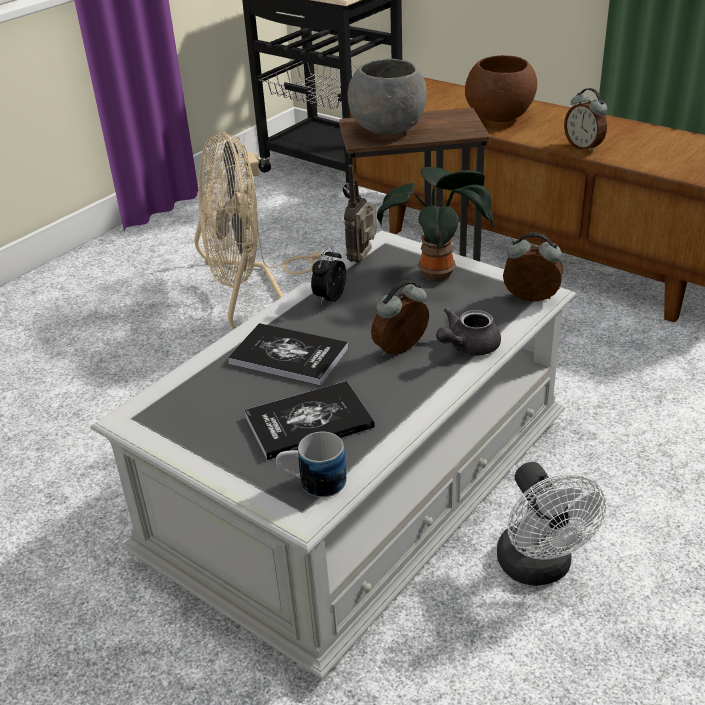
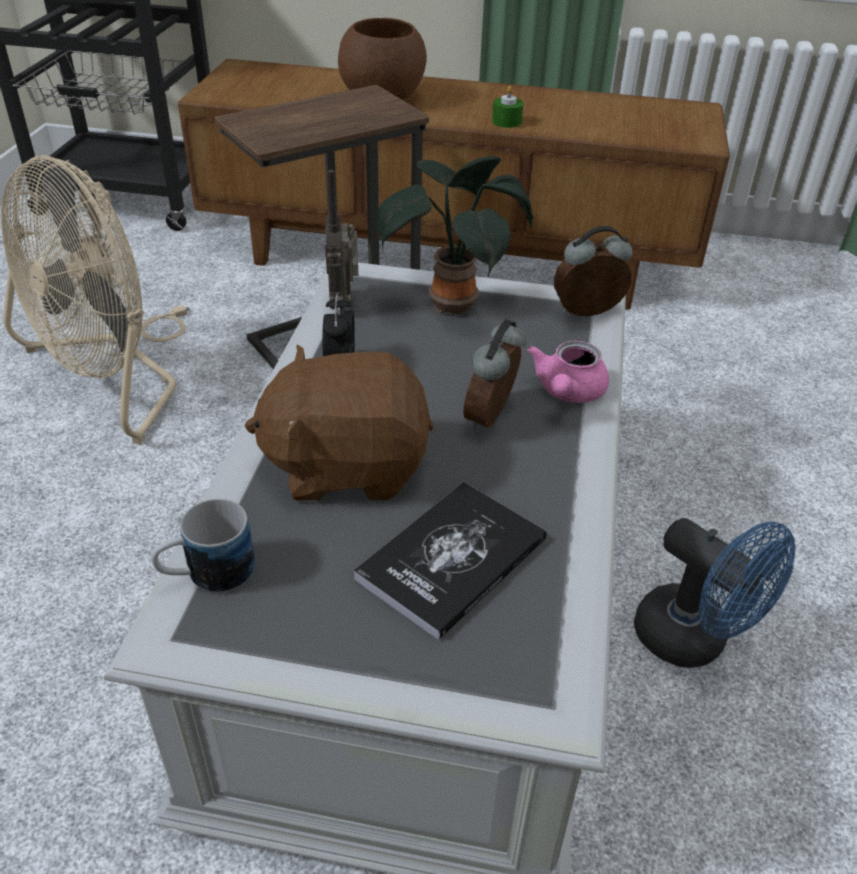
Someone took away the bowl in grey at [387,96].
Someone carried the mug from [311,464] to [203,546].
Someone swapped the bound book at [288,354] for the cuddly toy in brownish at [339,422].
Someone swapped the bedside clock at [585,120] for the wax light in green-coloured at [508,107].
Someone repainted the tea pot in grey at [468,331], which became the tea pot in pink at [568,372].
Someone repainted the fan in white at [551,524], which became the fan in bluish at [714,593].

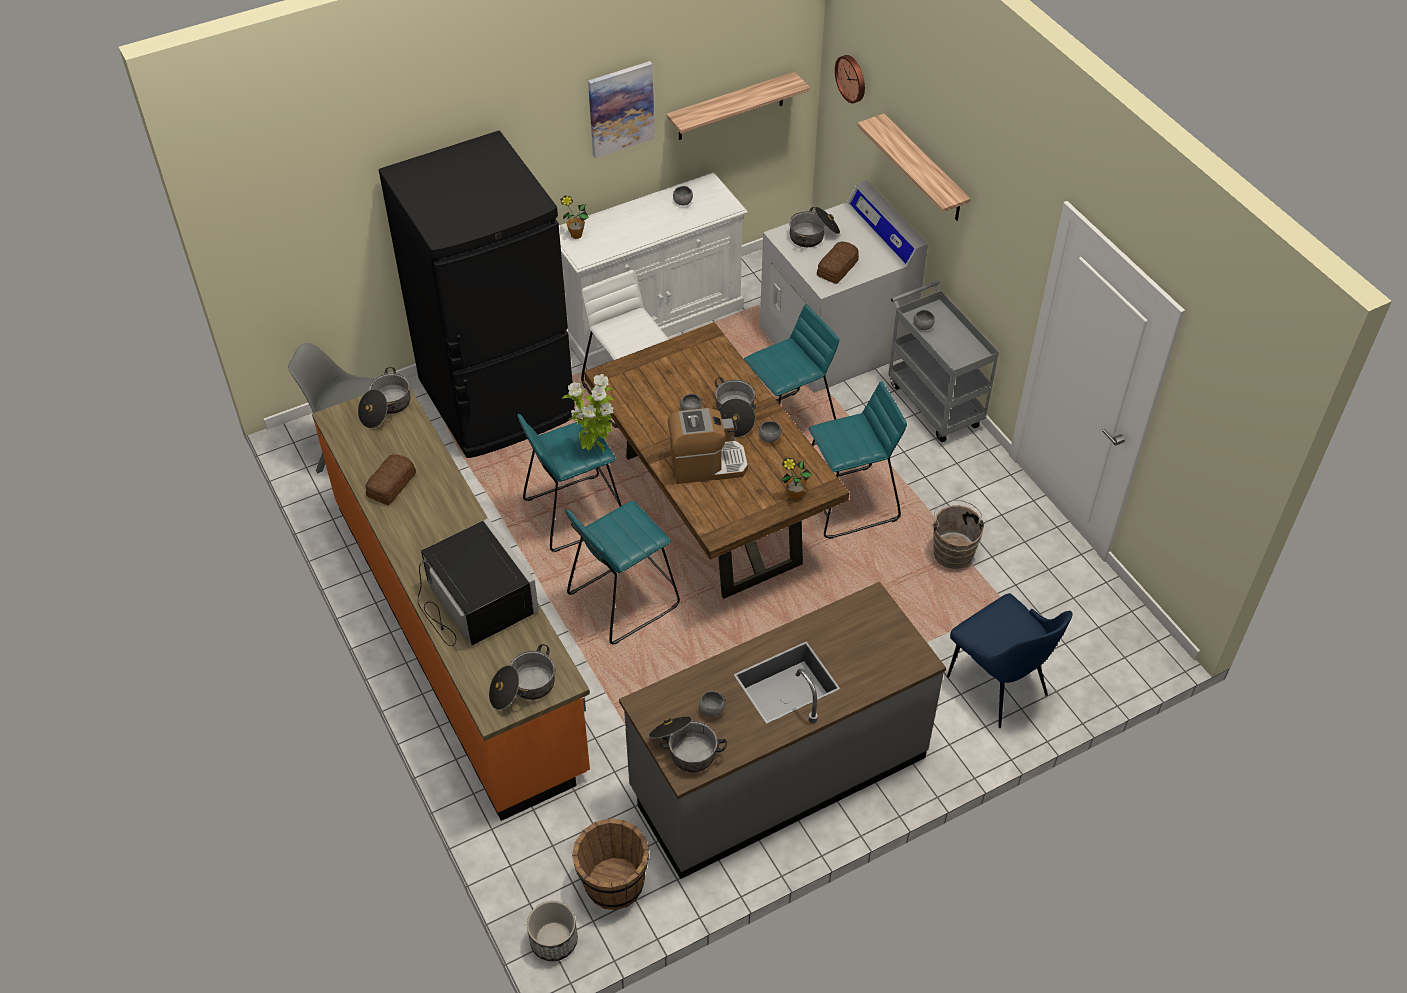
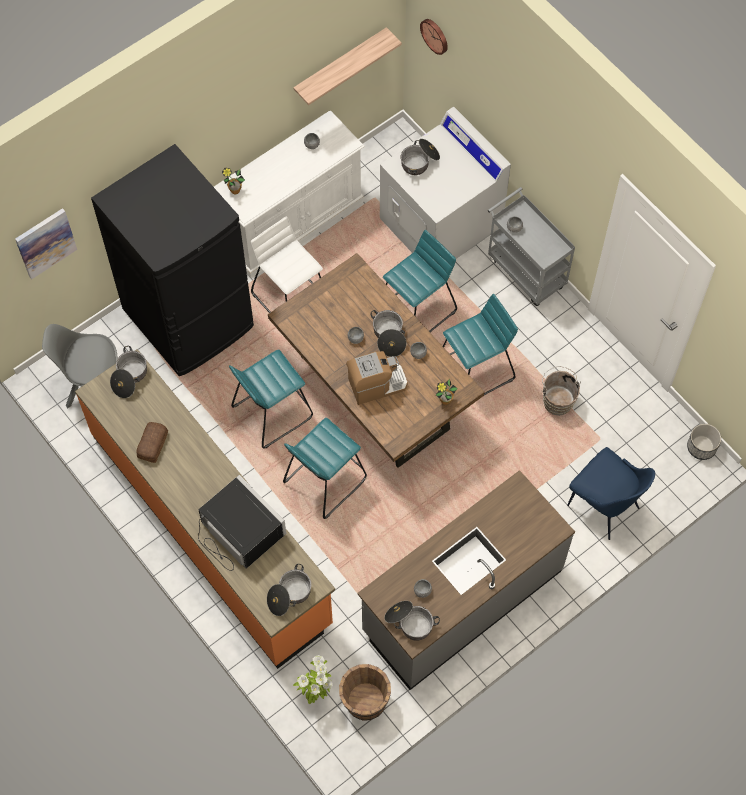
Someone took away the baked bread at [838,262].
Someone took away the bracket shelf at [914,167].
Someone carried the planter from [552,931] to [704,442].
Someone carried the potted plant from [588,413] to [313,679].
Someone carried the wall art from [621,109] to [46,243].

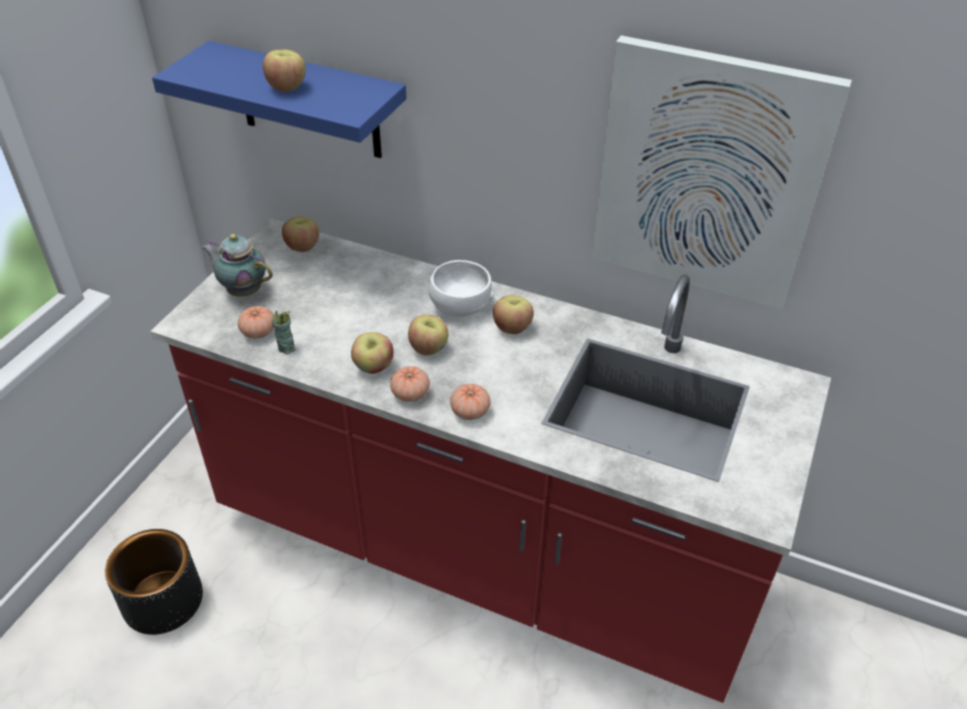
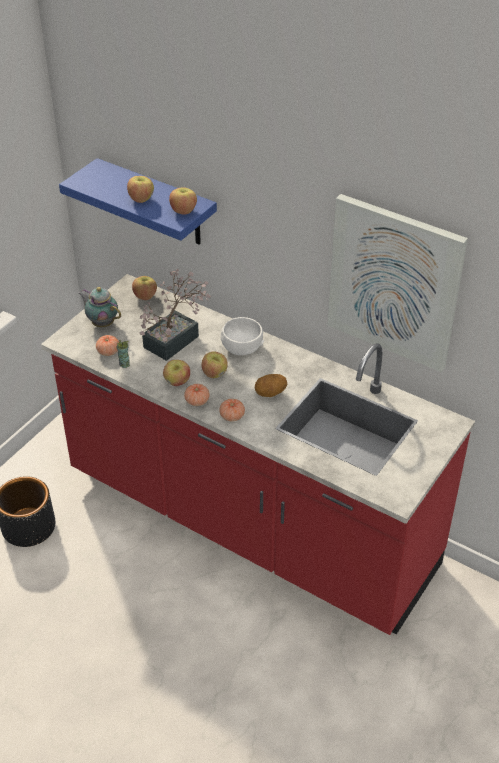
Someone put down the potted plant at [175,315].
Someone put down the whole potato at [271,385].
Someone carried the apple fruit from [513,314] to [183,201].

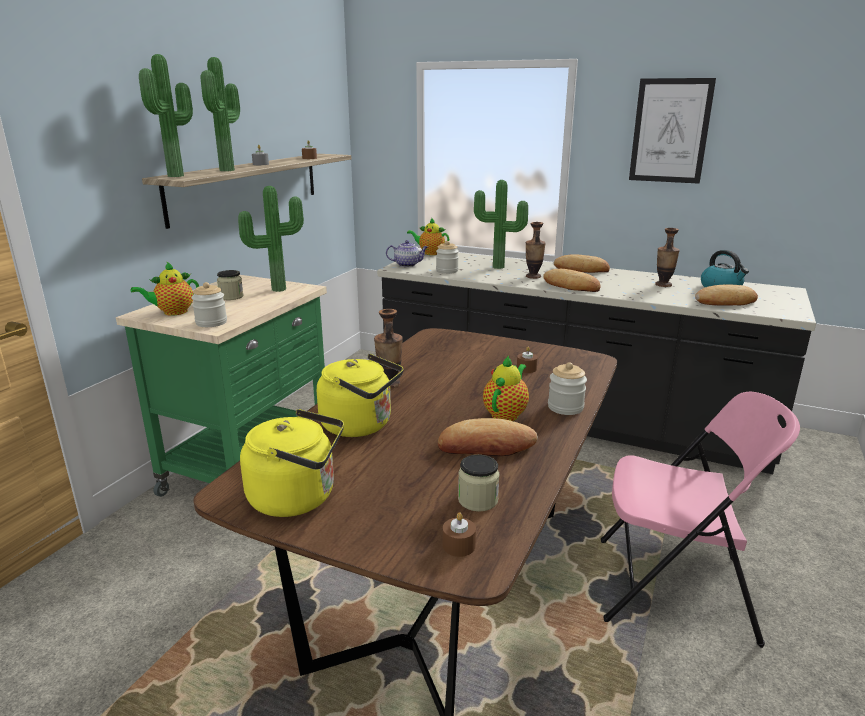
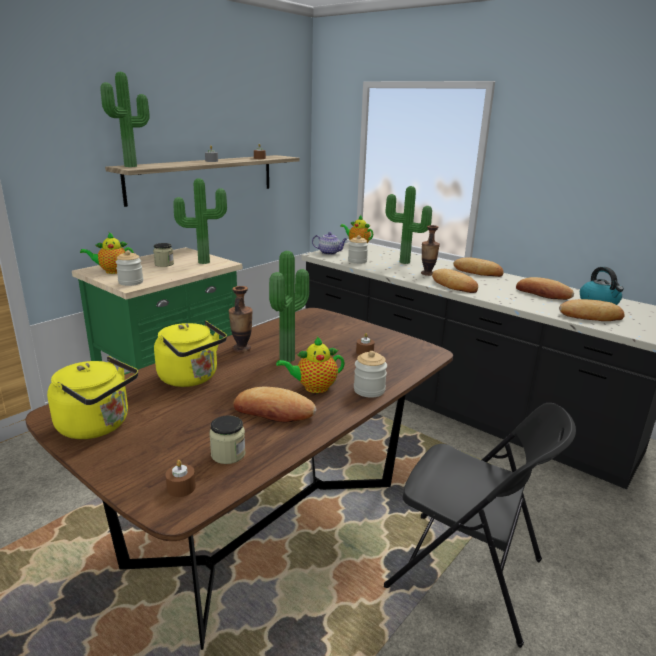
Someone took away the wall art at [672,131].
Someone carried the potted plant from [220,114] to [289,306].
Someone swapped the flower vase at [667,257] for the baked bread at [545,288].
Someone repainted the plain chair in pink at [700,520], which became the plain chair in black-coloured at [480,525].
Someone rotated the tea pot at [506,388] by 150 degrees counterclockwise.

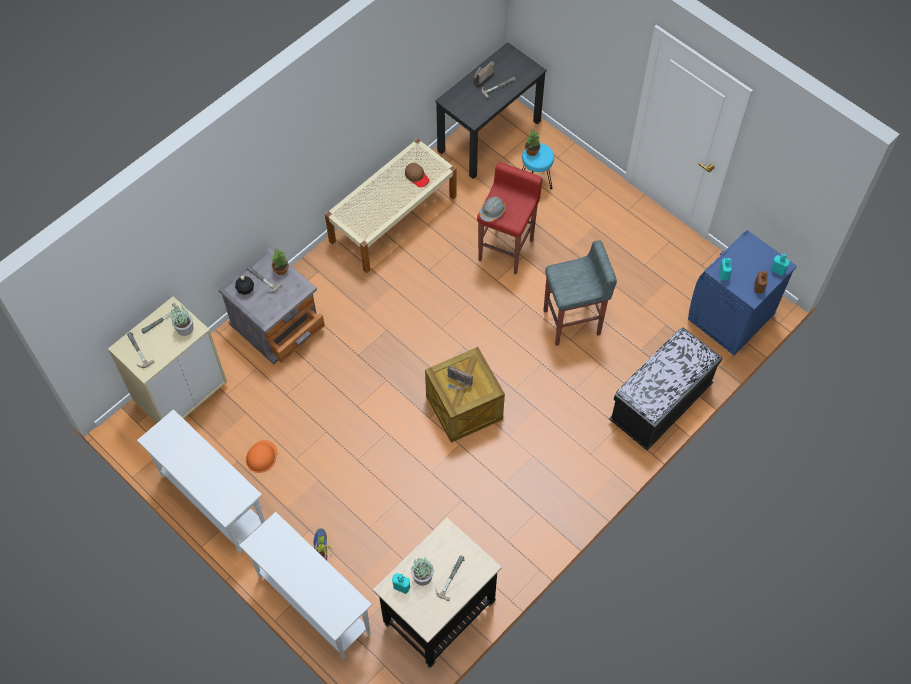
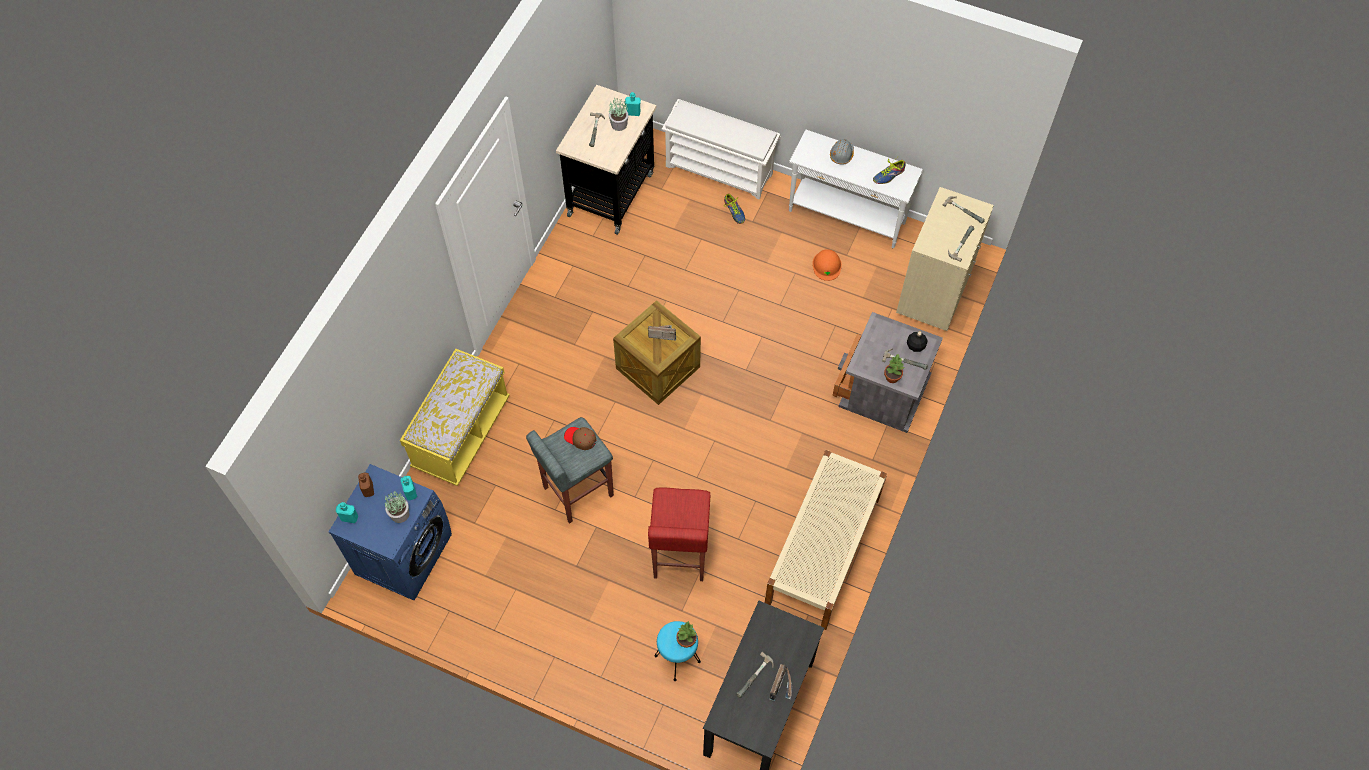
Someone put down the low shoe at [889,171].
Someone carried the potted plant from [182,320] to [397,507].
Someone carried the cap in brownish from [417,175] to [580,438].
Someone carried the safety helmet in grey from [492,209] to [842,152].
Someone swapped the console table in white at [305,586] for the shoe stand in white at [721,149].
Someone repainted the indoor bench in black-coloured at [665,388], which became the indoor bench in yellowish at [455,417].

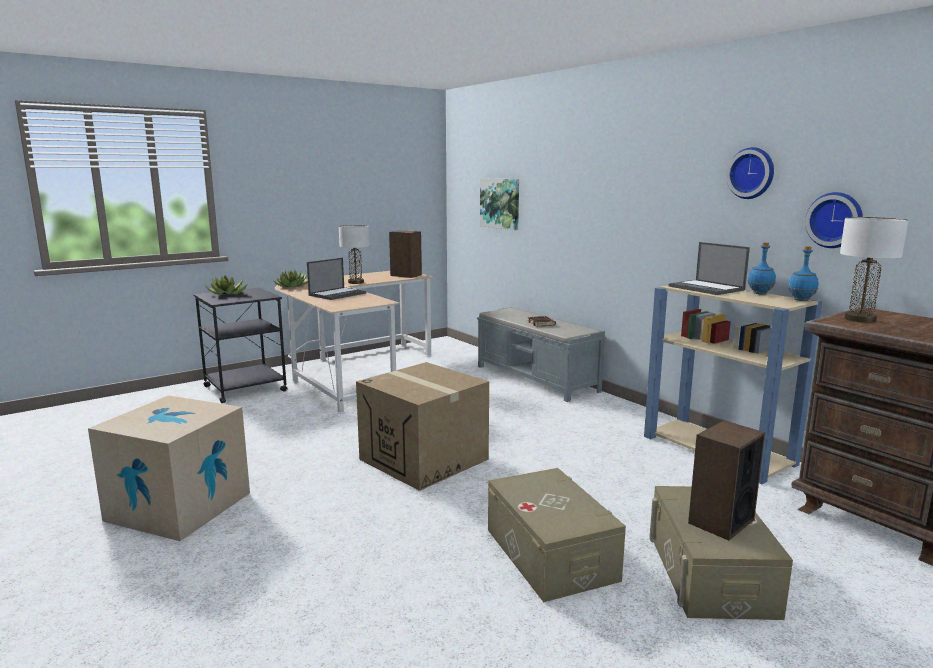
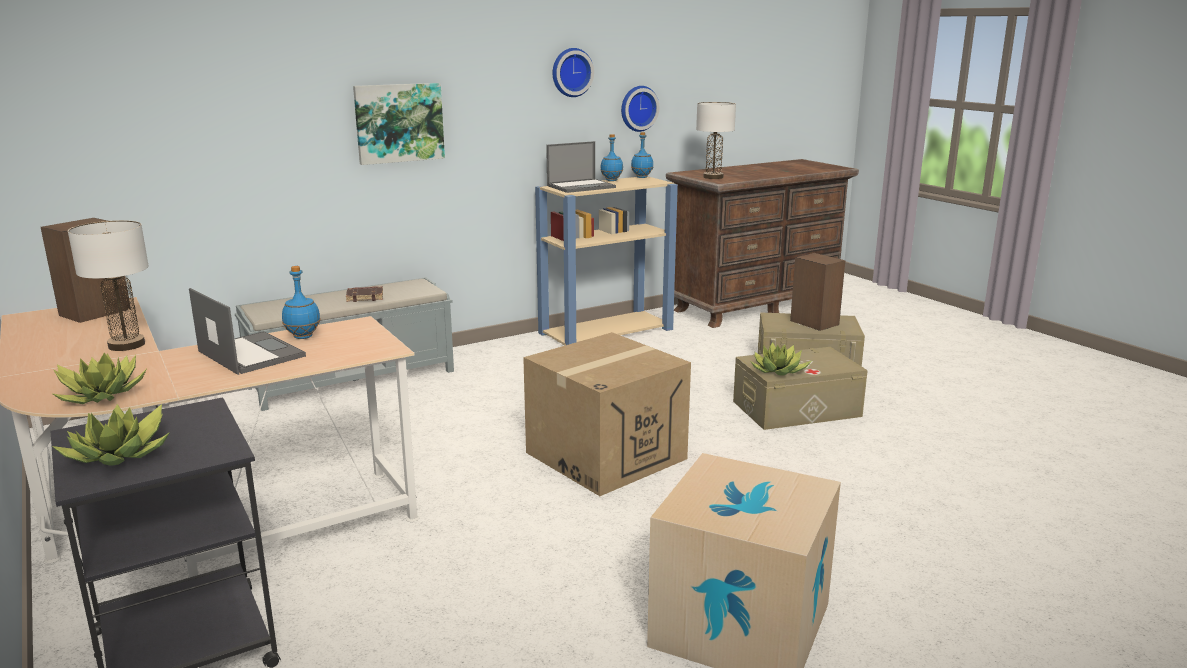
Someone put down the drink bottle in bluish at [301,302].
Someone put down the potted plant at [782,359].
Someone carried the wall art from [499,204] to [399,124].

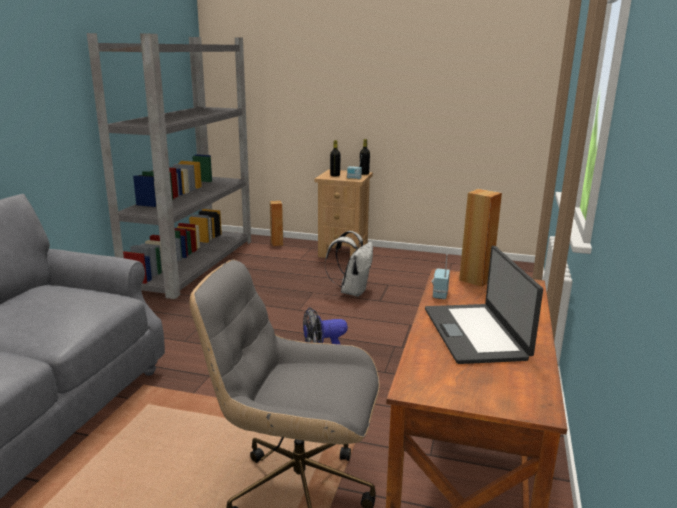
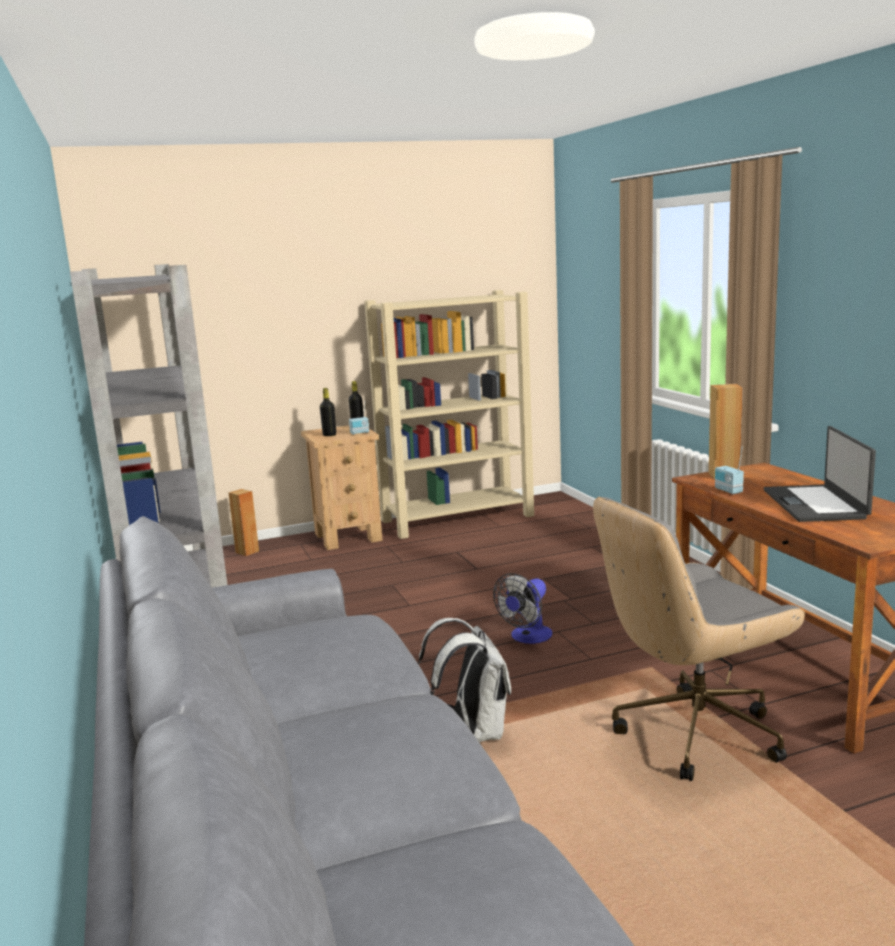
Someone put down the bookcase in beige at [449,414].
Someone carried the knapsack in white from [349,264] to [464,680].
Someone rotated the notebook computer at [484,305] by 45 degrees clockwise.

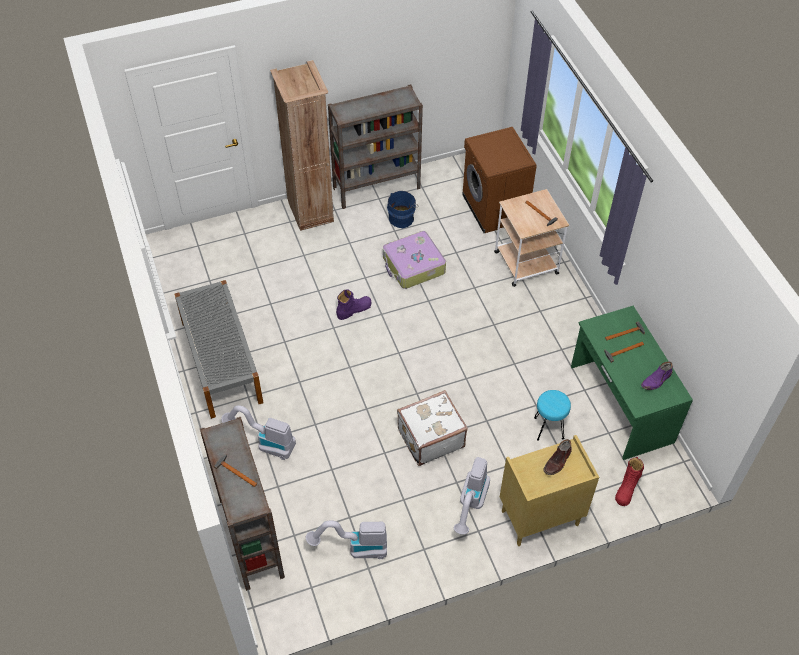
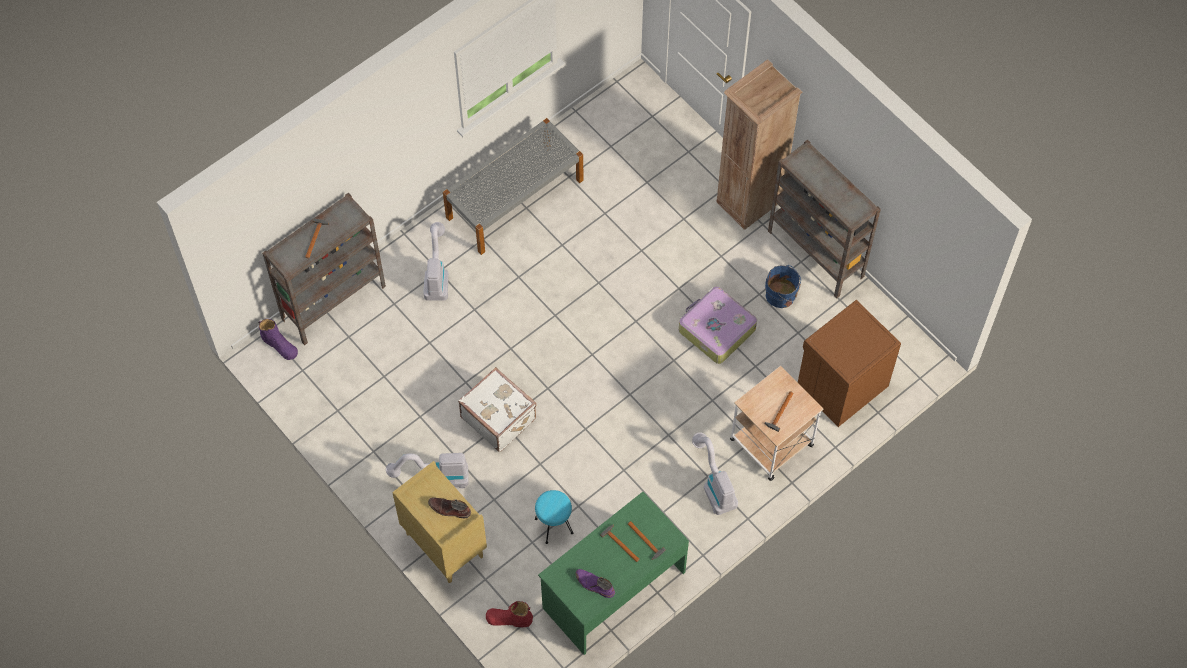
Someone carried the vacuum cleaner from [346,540] to [715,473].
Someone carried the boot in purple-coloured from [354,304] to [278,339].

